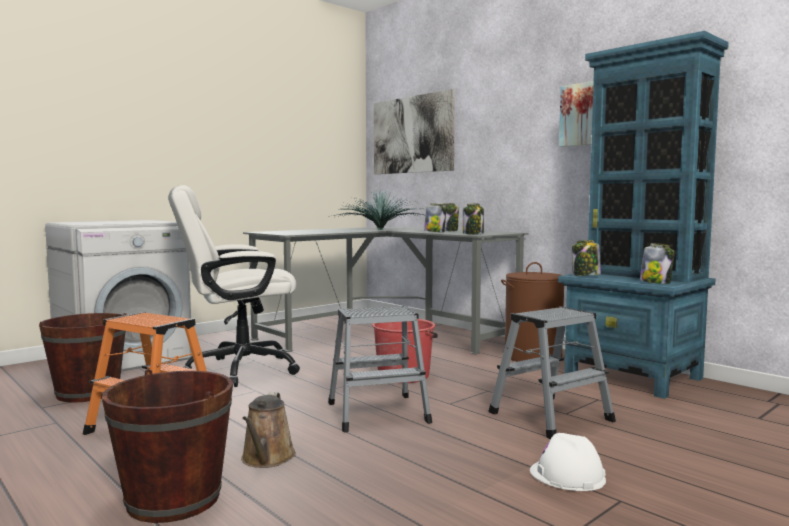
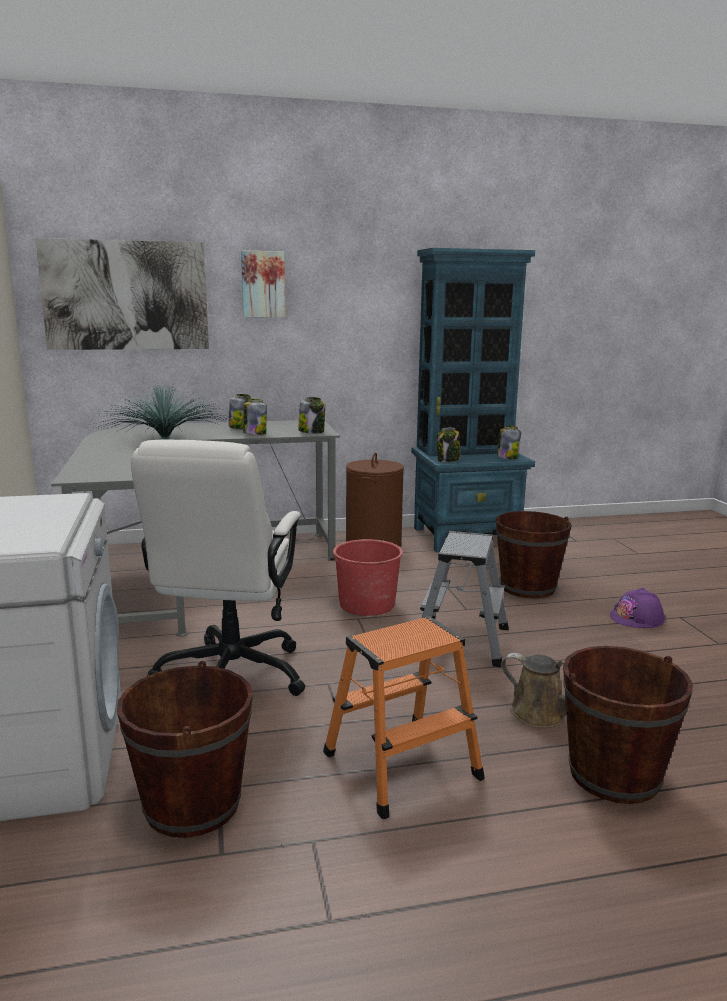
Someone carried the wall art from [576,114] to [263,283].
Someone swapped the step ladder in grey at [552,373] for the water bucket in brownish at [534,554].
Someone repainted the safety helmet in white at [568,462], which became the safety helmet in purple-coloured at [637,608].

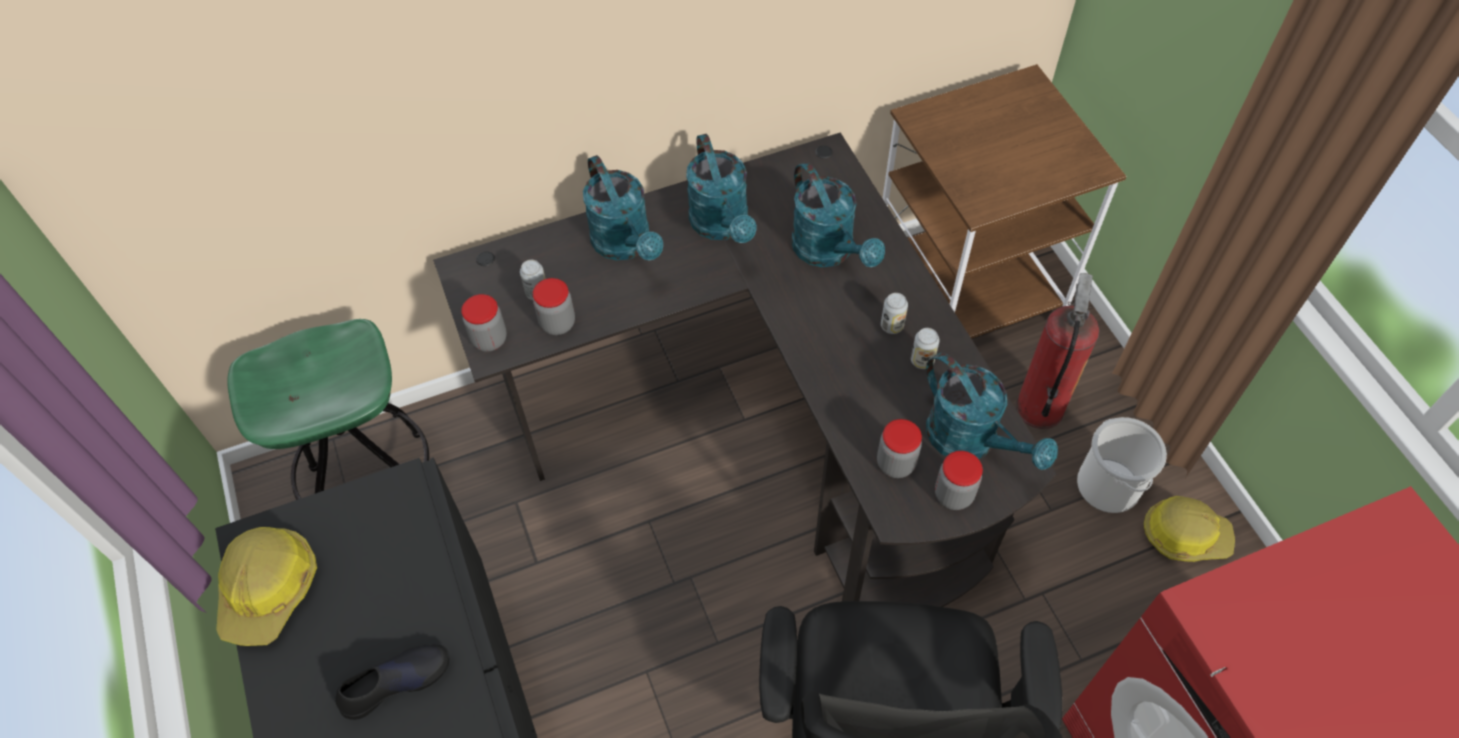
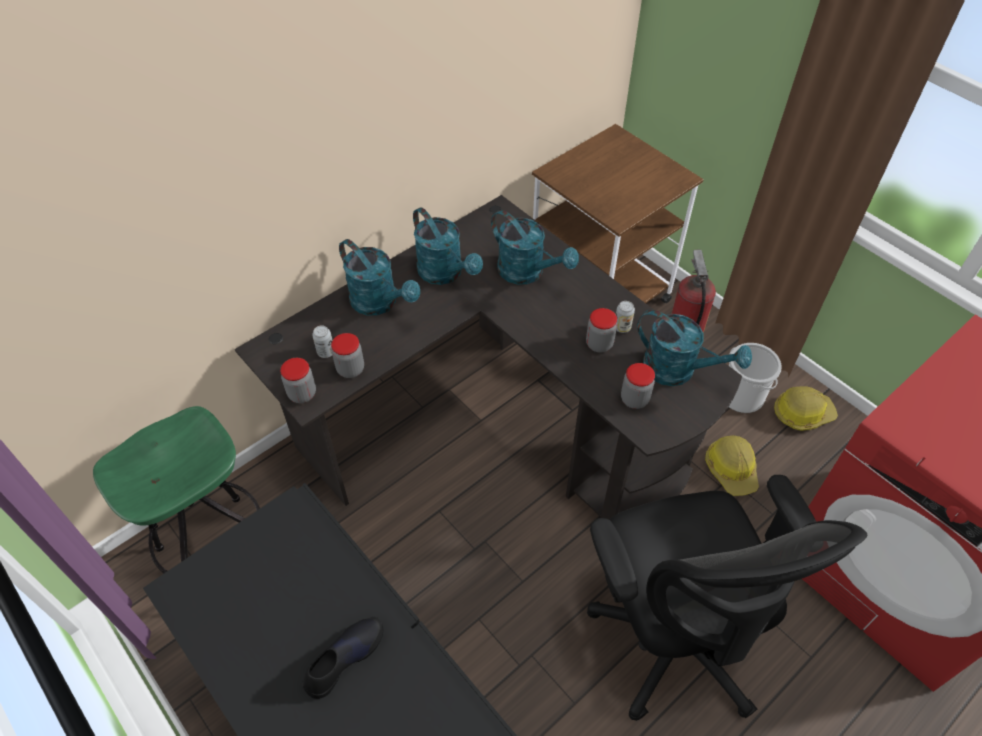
Someone took away the can at [894,313].
Someone carried the safety helmet from [266,586] to [732,465].
Someone carried the preserve jar from [959,480] to [601,330].

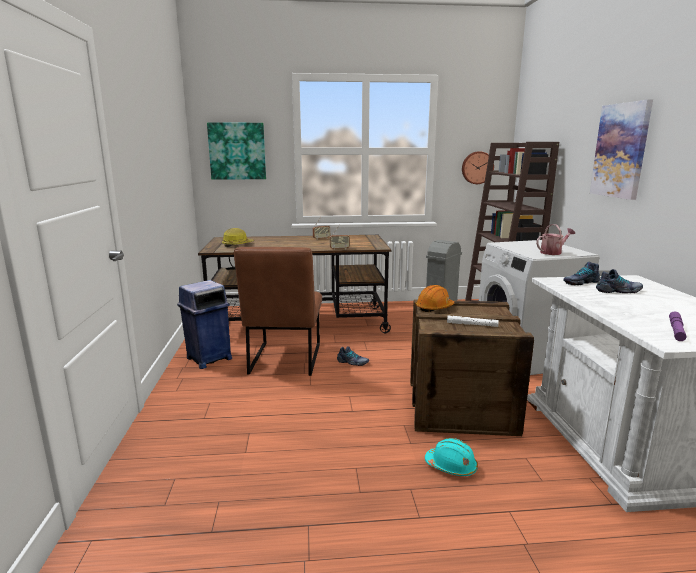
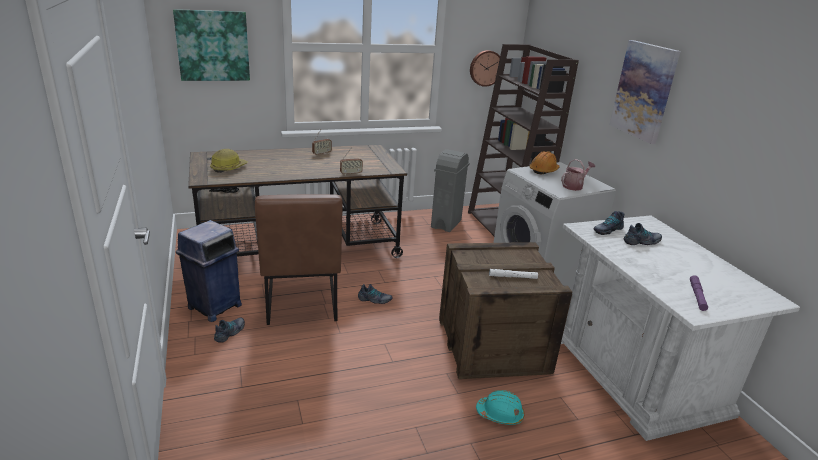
Someone put down the low shoe at [229,330].
Someone carried the safety helmet in orange-coloured from [435,298] to [544,163].

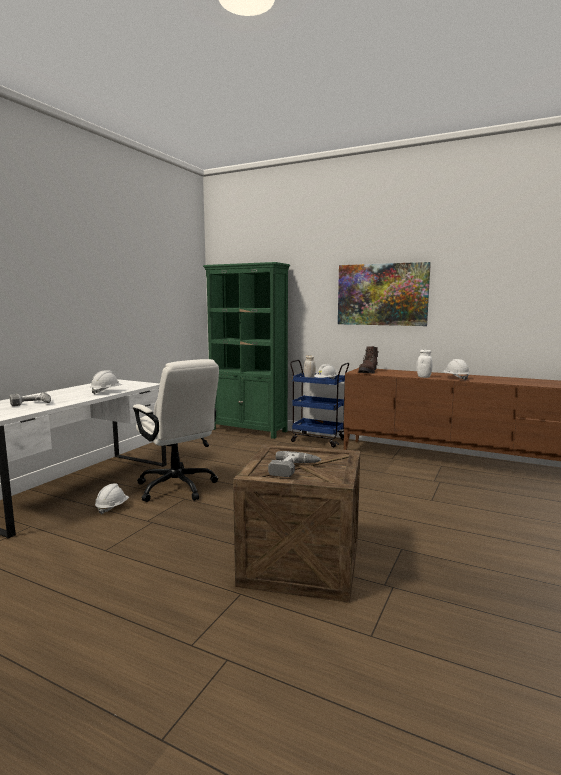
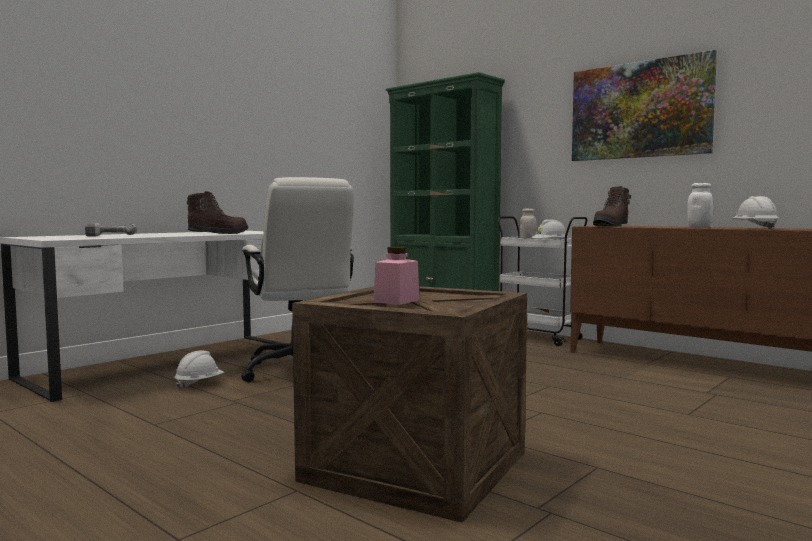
Someone swapped the safety helmet in white at [106,382] for the boot in brownish at [218,212].
Someone swapped the electric drill at [295,464] for the preserve jar in pink at [397,276].
Someone repainted the cart in bluish at [319,404], which became the cart in white at [542,281].

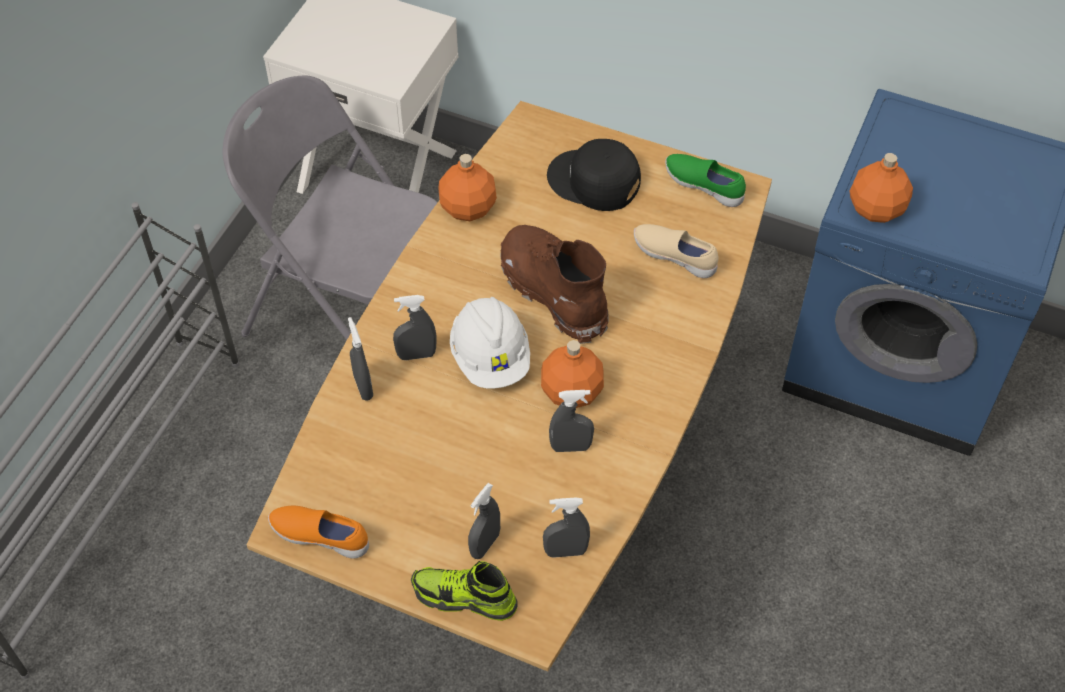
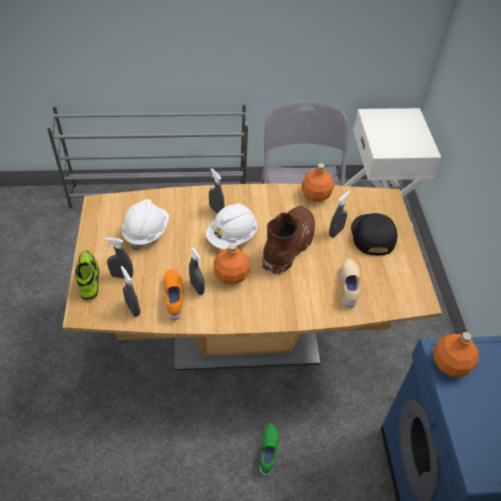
Someone put down the safety helmet in white at [145,224].
Someone carried the low shoe in orange-coloured from [318,532] to [174,295].
Someone carried the sprayer in grey from [360,359] to [339,214].
Someone carried the low shoe in green-coloured from [705,180] to [269,450].

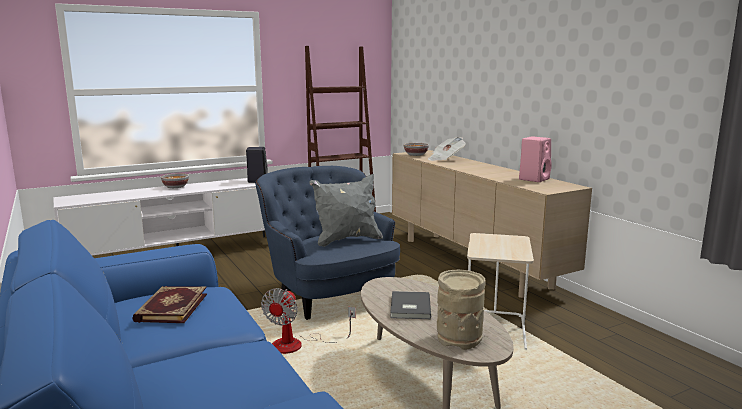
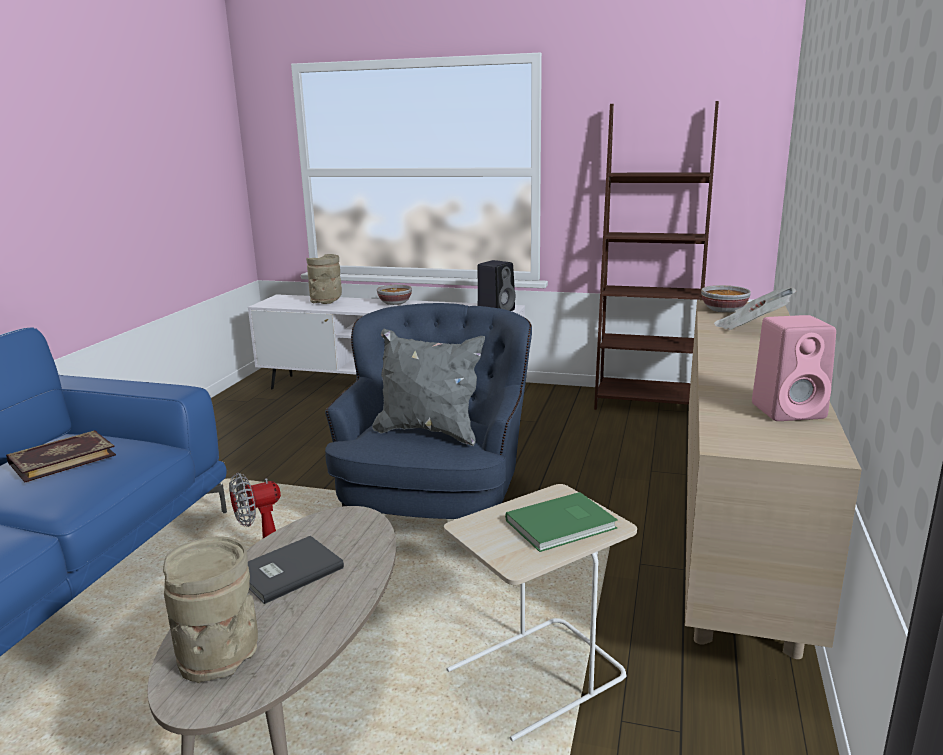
Someone put down the flower vase in beige at [324,279].
Someone put down the bound book in green-coloured at [561,522].

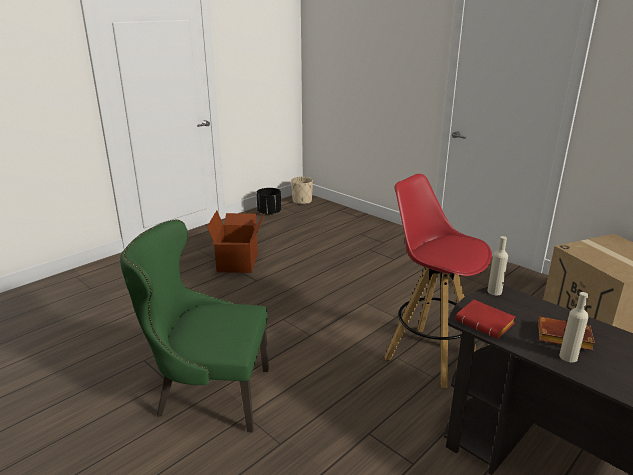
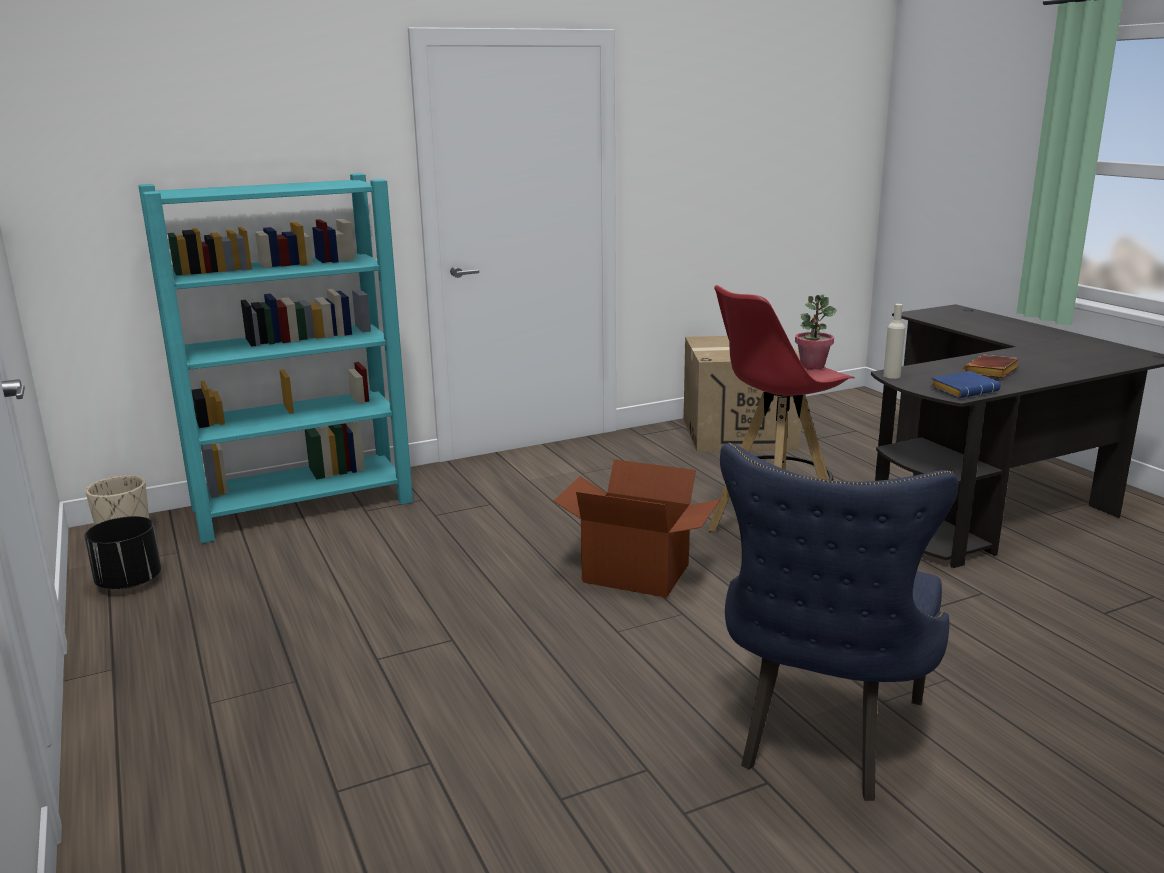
Someone took away the drink bottle in beige at [574,327].
Someone put down the bookcase in turquoise at [276,358].
Someone put down the potted plant at [816,332].
Someone carried the packing box from [236,242] to [637,528].
Someone repainted the plain chair in green-coloured at [194,326], which became the plain chair in bluish at [839,622].
Someone repainted the bound book in red at [485,319], which became the bound book in bluish at [965,384].

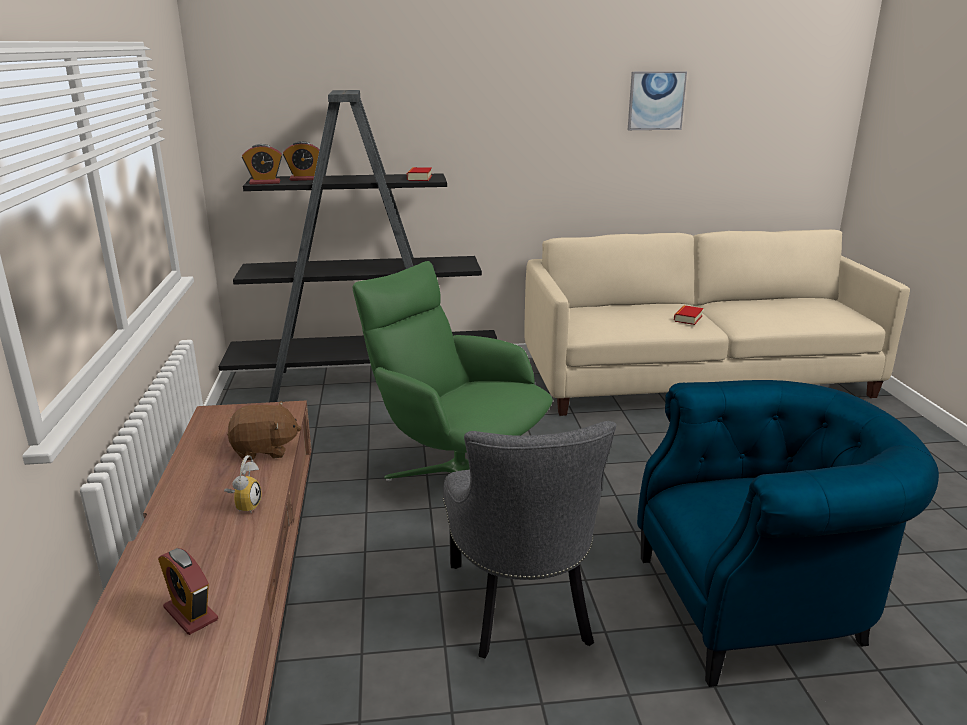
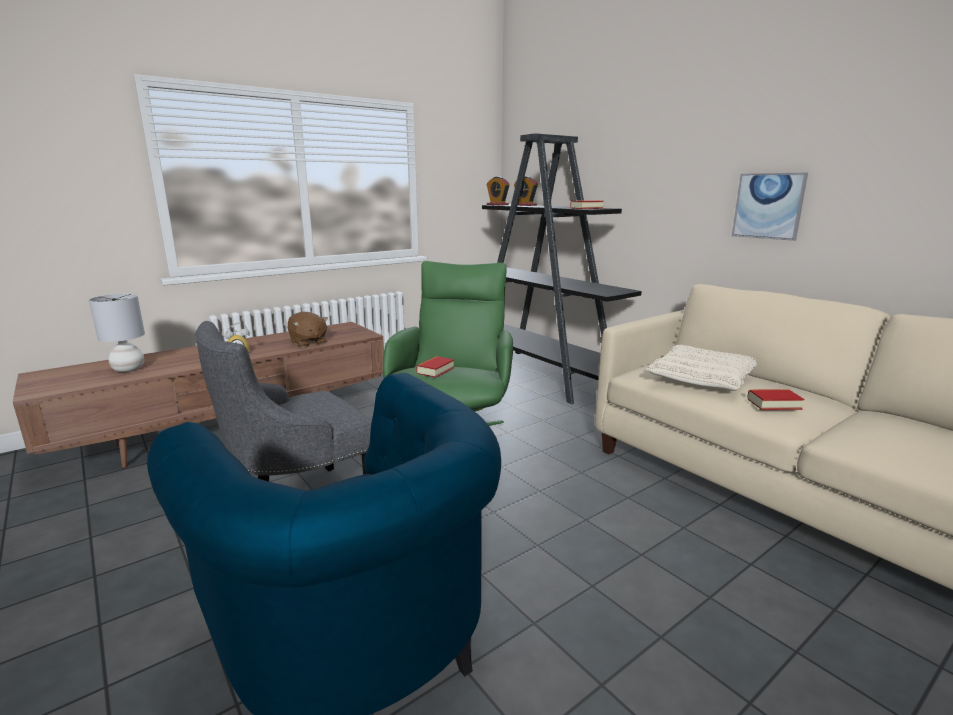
Someone put down the bound book at [435,367].
Someone put down the cushion in beige at [702,368].
Someone carried the wall art from [657,100] to [770,207].
Someone swapped the bedside clock at [188,591] for the lamp for a table in grey at [117,333].

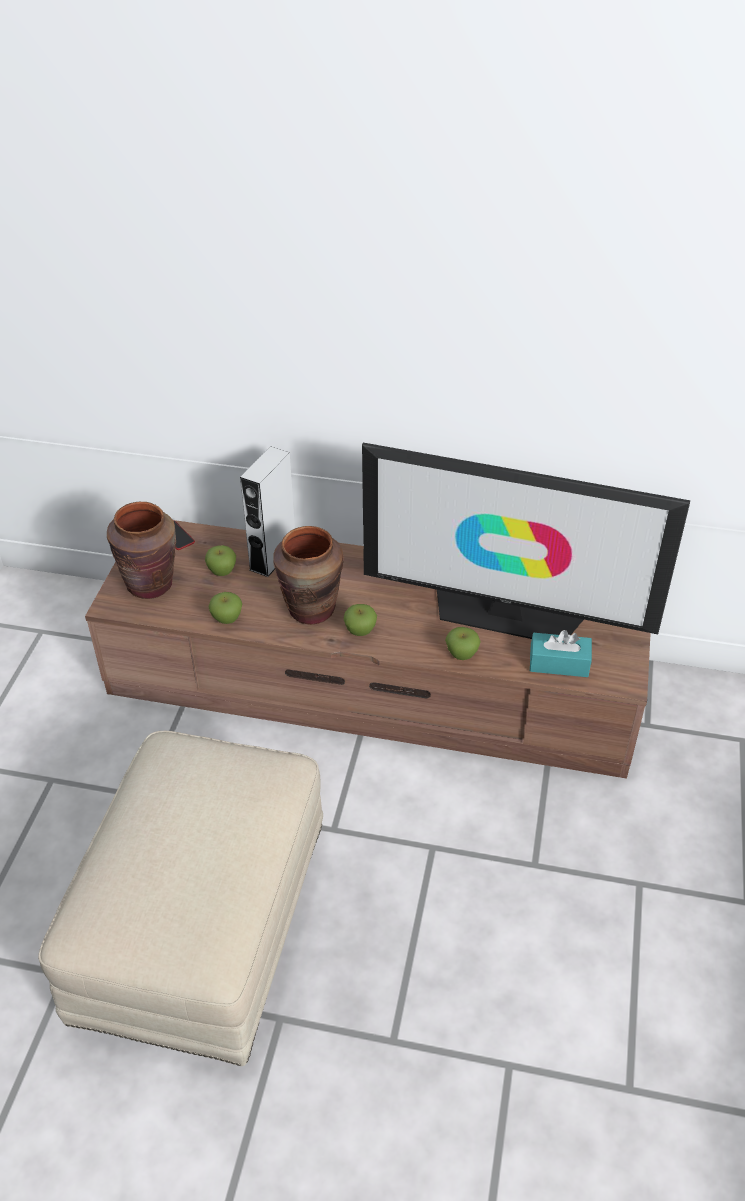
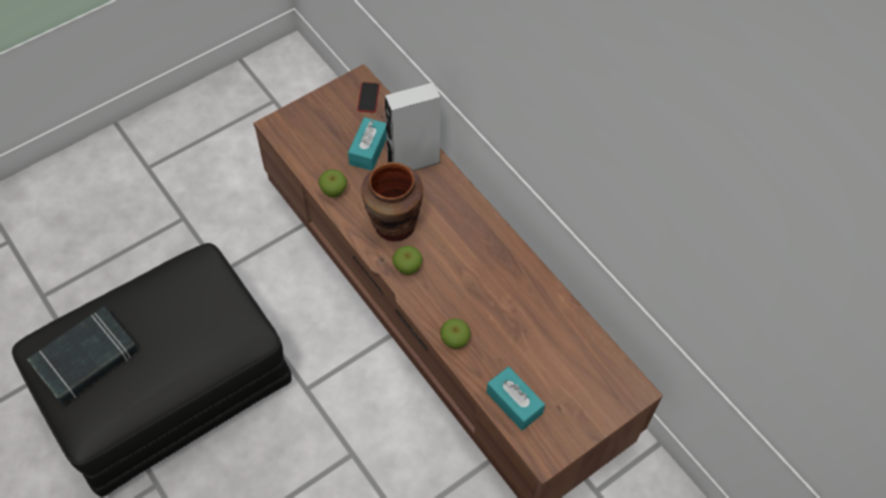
Someone took away the flower vase in brownish at [141,550].
Someone took away the TV set at [526,541].
Someone put down the bound book in black-coloured at [82,356].
Someone swapped the apple fruit at [220,560] for the tissue box in turquoise at [367,144].
Someone repainted the footrest in beige at [180,898], which became the footrest in black-coloured at [152,370].

